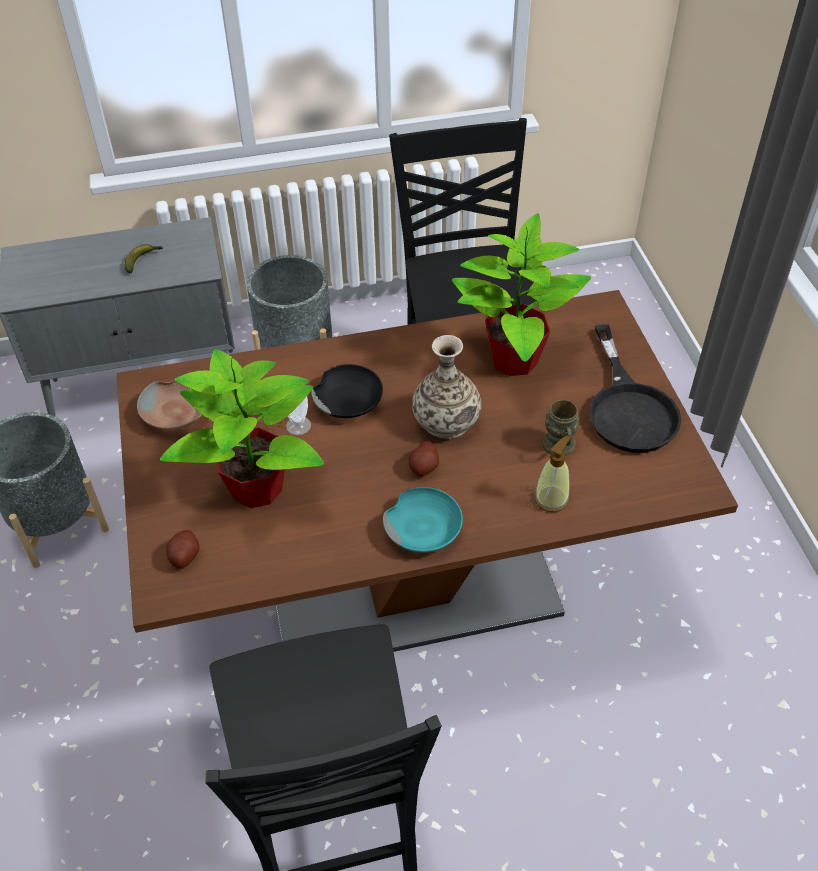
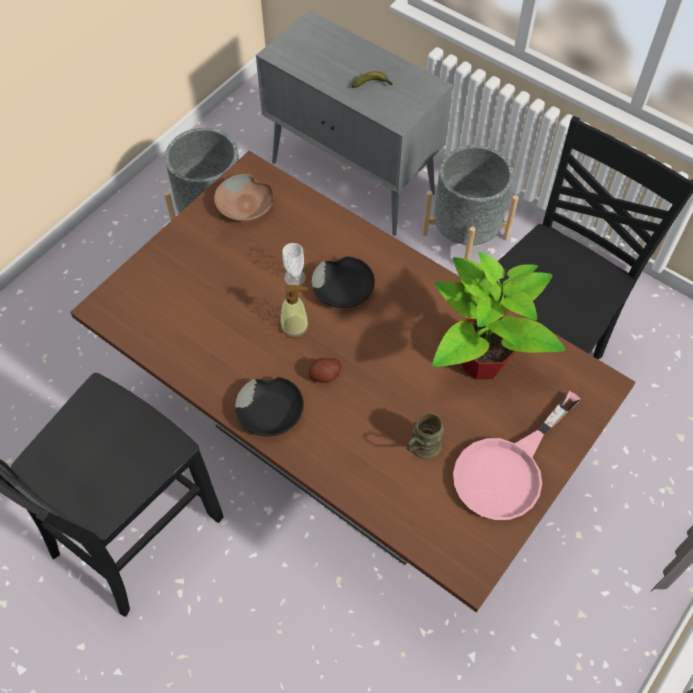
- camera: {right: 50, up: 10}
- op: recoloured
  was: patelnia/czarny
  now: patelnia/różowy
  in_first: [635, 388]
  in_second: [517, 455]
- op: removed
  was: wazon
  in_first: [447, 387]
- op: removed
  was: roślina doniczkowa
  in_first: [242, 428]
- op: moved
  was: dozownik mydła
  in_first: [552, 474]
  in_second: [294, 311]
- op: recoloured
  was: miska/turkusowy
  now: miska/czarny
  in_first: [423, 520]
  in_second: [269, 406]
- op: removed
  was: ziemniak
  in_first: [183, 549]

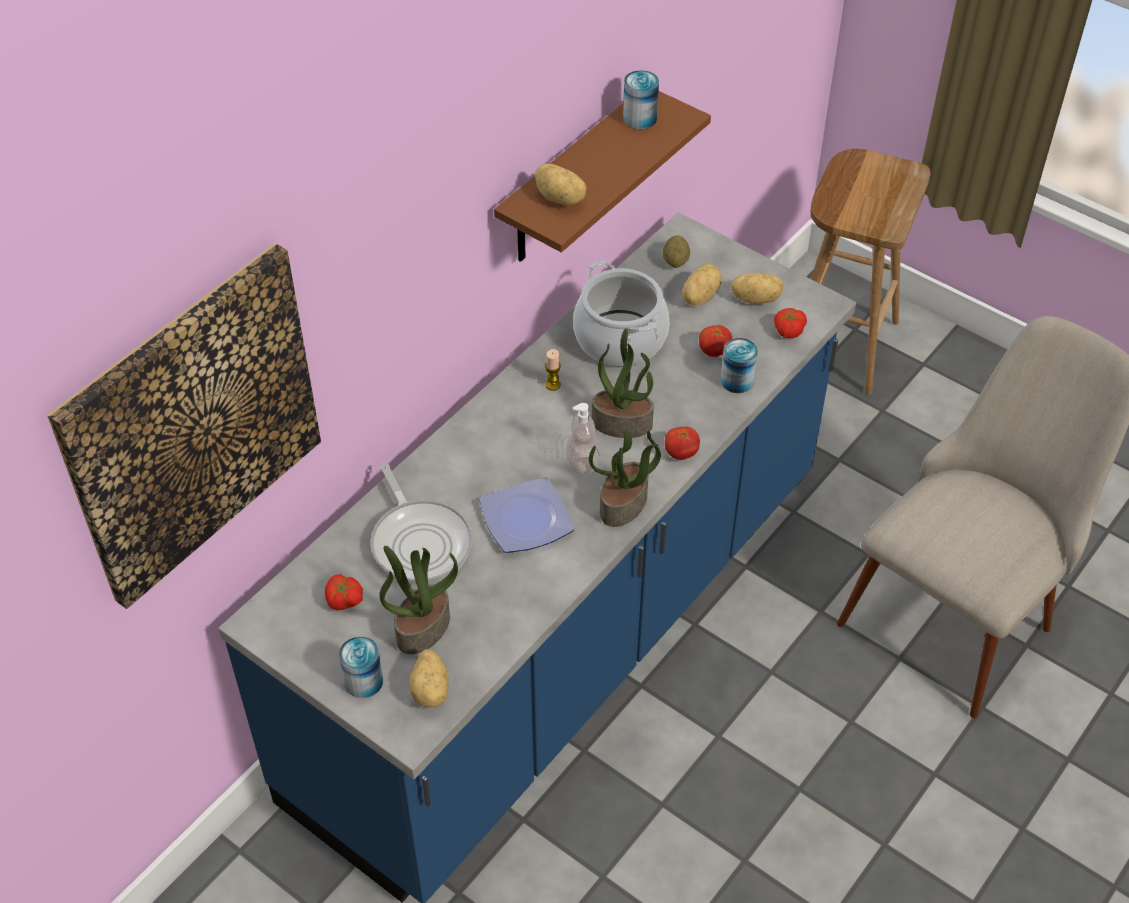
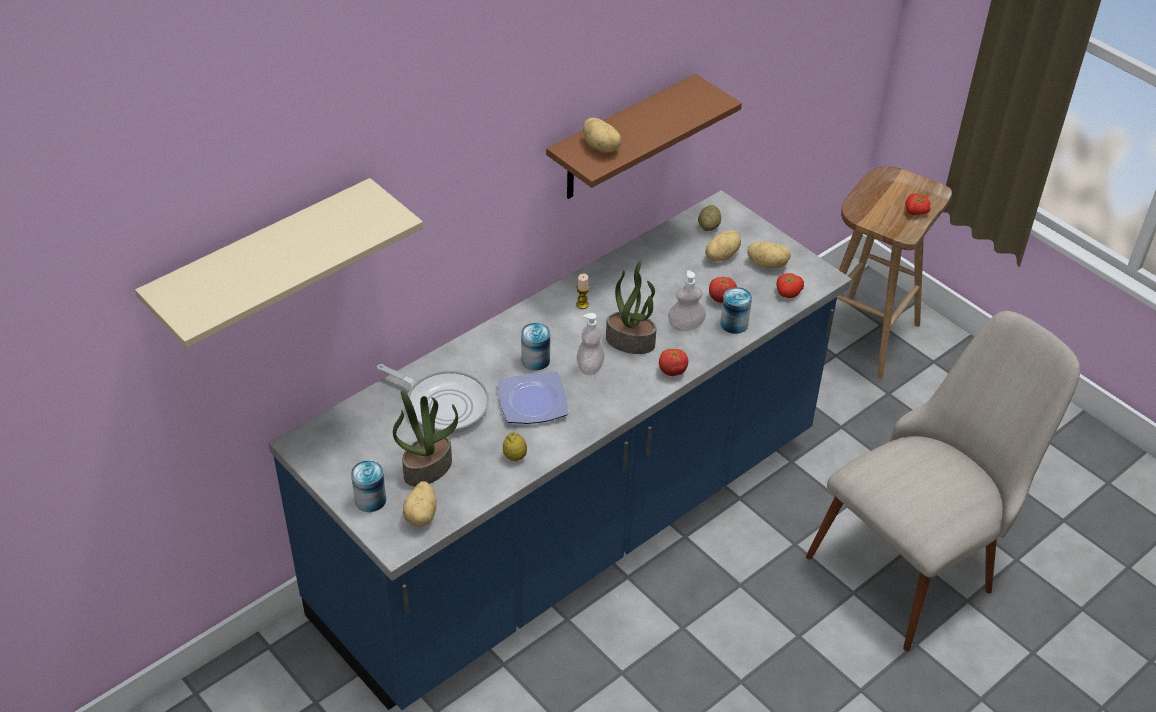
- camera: {right: 10, up: -5}
- op: moved
  was: puszka
  in_first: [641, 99]
  in_second: [535, 347]
- op: replaced
  was: obraz
  now: półka/beżowy
  in_first: [184, 426]
  in_second: [279, 263]
- op: removed
  was: garnek
  in_first: [621, 313]
- op: removed
  was: roślina doniczkowa
  in_first: [625, 478]
- op: turned
  was: patelnia
  in_first: [421, 524]
  in_second: [433, 399]
  clockwise: -45
- op: moved
  was: pomidor
  in_first: [344, 592]
  in_second: [918, 204]
- op: added
  now: dozownik mydła
  in_second: [687, 300]
- op: added
  now: cytryna
  in_second: [515, 446]

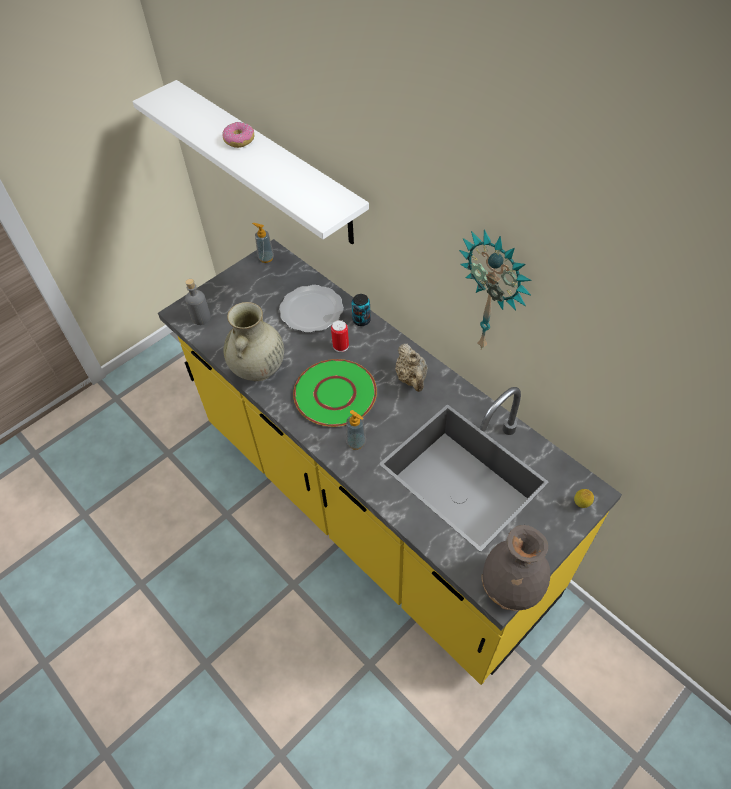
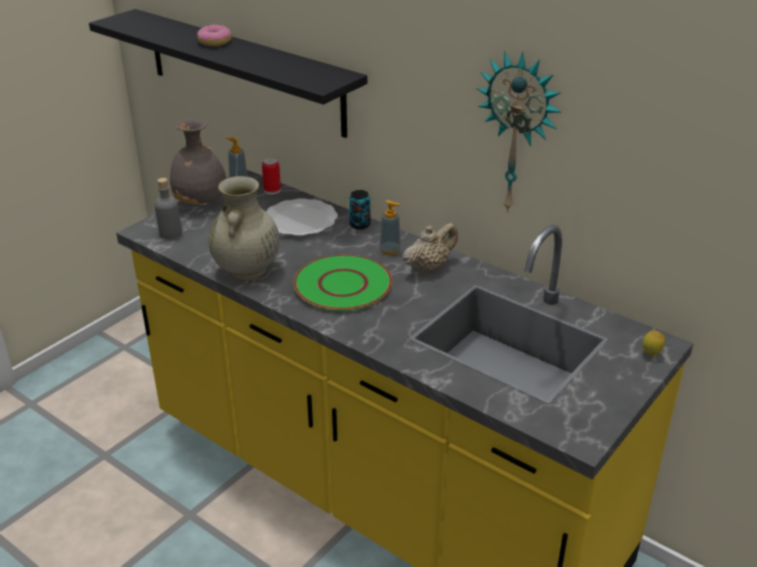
- camera: {right: -10, up: -20}
- op: recoloured
  was: półka/biały
  now: półka/czarny
  in_first: [250, 162]
  in_second: [228, 73]
- op: moved
  was: puszka
  in_first: [340, 336]
  in_second: [271, 176]
- op: turned
  was: imbryk/beżowy
  in_first: [411, 368]
  in_second: [430, 248]
  clockwise: -105
- op: moved
  was: dozownik mydła
  in_first: [356, 430]
  in_second: [390, 227]
- op: moved
  was: wazon/szary
  in_first: [515, 568]
  in_second: [198, 161]

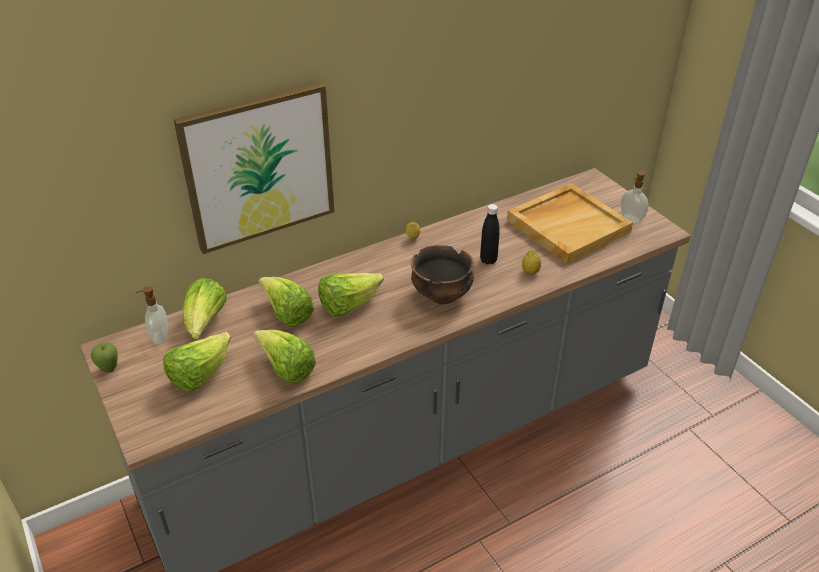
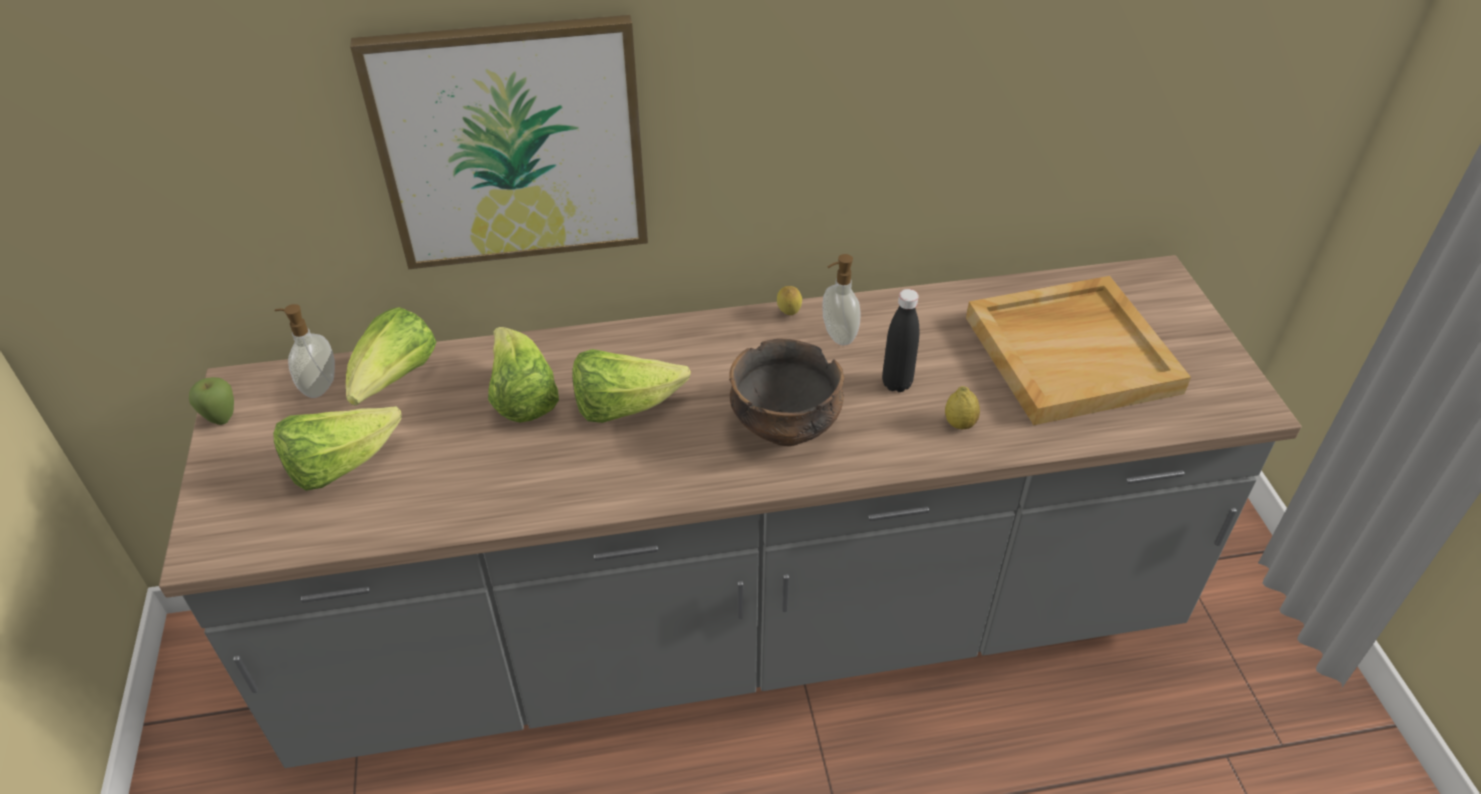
- camera: {right: 20, up: 5}
- op: moved
  was: dozownik mydła
  in_first: [634, 197]
  in_second: [841, 299]
- op: removed
  was: sałata
  in_first: [284, 357]

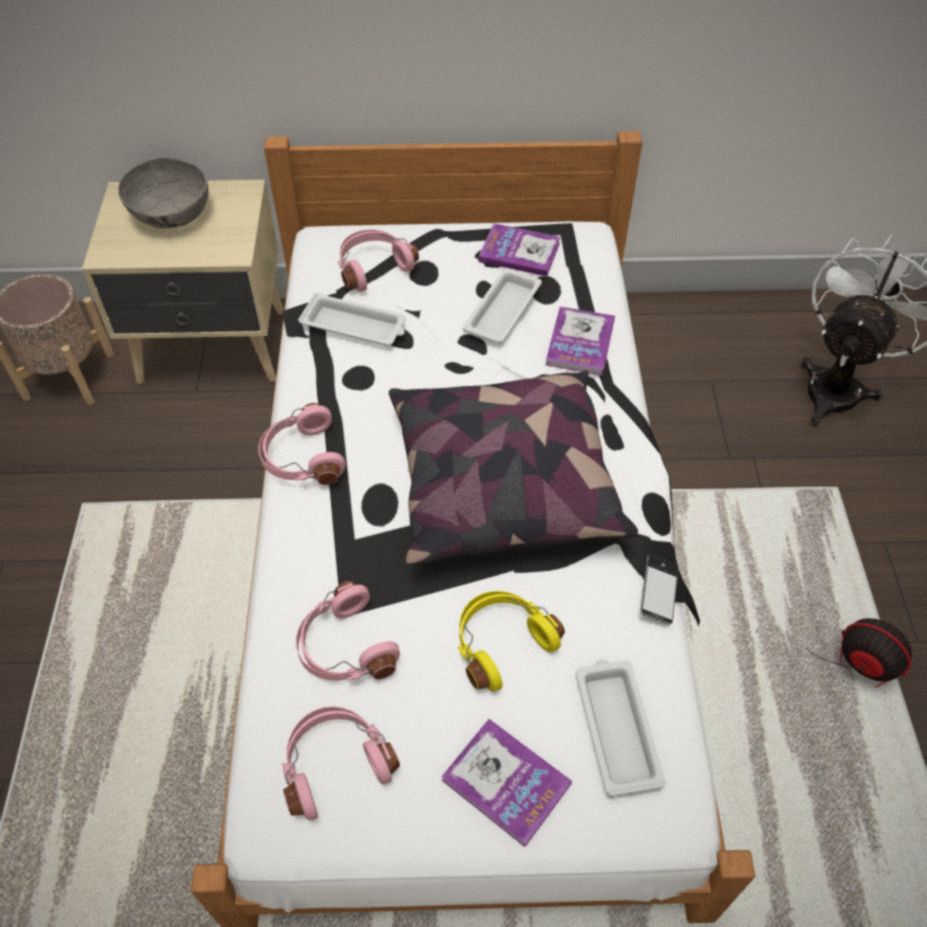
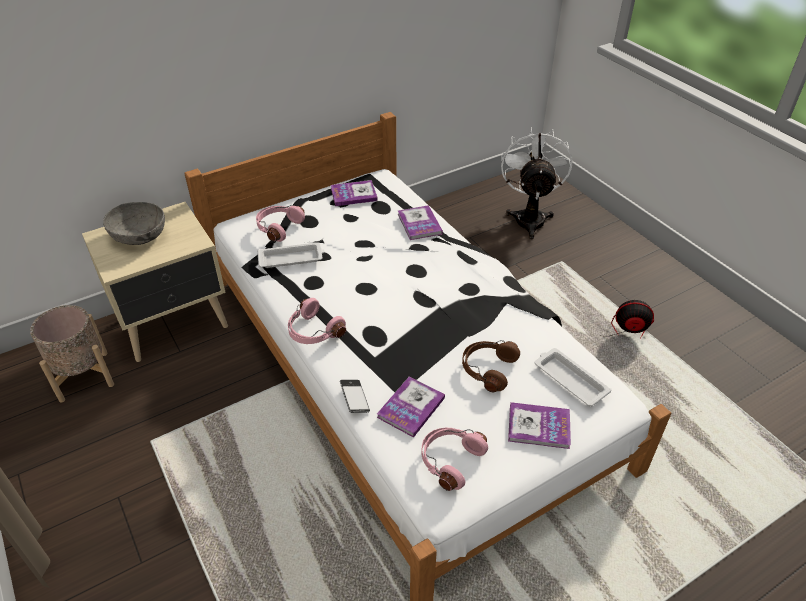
- camera: {right: -30, up: -10}
- op: removed
  was: taca/biały
  in_first: [502, 305]
- op: removed
  was: poduszka
  in_first: [513, 467]
- op: moved
  was: telefon
  in_first: [659, 589]
  in_second: [355, 396]
- op: replaced
  was: słuchawki/różowy
  now: książka
  in_first: [348, 631]
  in_second: [411, 407]
- op: recoloured
  was: słuchawki/żółty
  now: słuchawki/brązowy
  in_first: [511, 641]
  in_second: [491, 366]

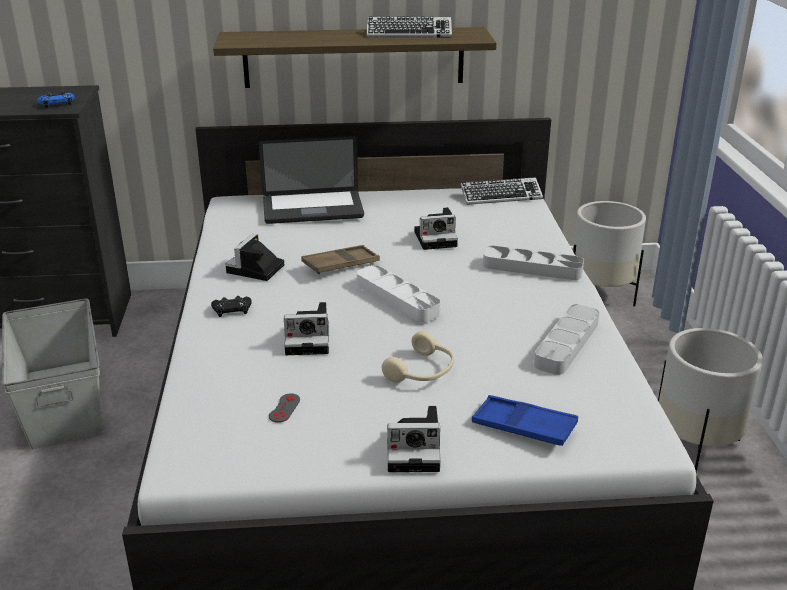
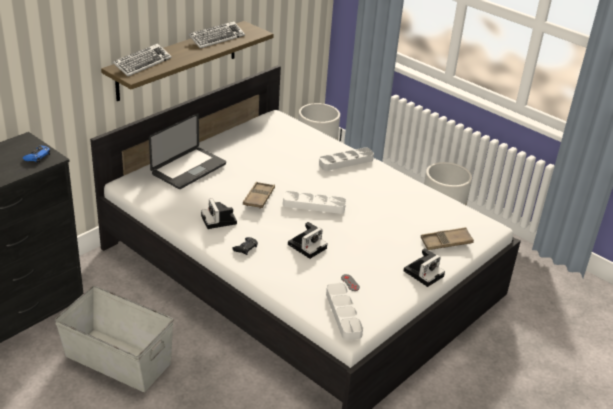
- camera: {right: -45, up: 5}
- op: moved
  was: klawiatura
  in_first: [501, 191]
  in_second: [142, 60]
- op: removed
  was: aparat fotograficzny
  in_first: [436, 228]
- op: moved
  was: taca/szary
  in_first: [566, 339]
  in_second: [344, 311]
- op: removed
  was: słuchawki/beżowy
  in_first: [418, 357]
- op: recoloured
  was: taca/niebieski
  now: taca/brązowy
  in_first: [525, 420]
  in_second: [447, 238]

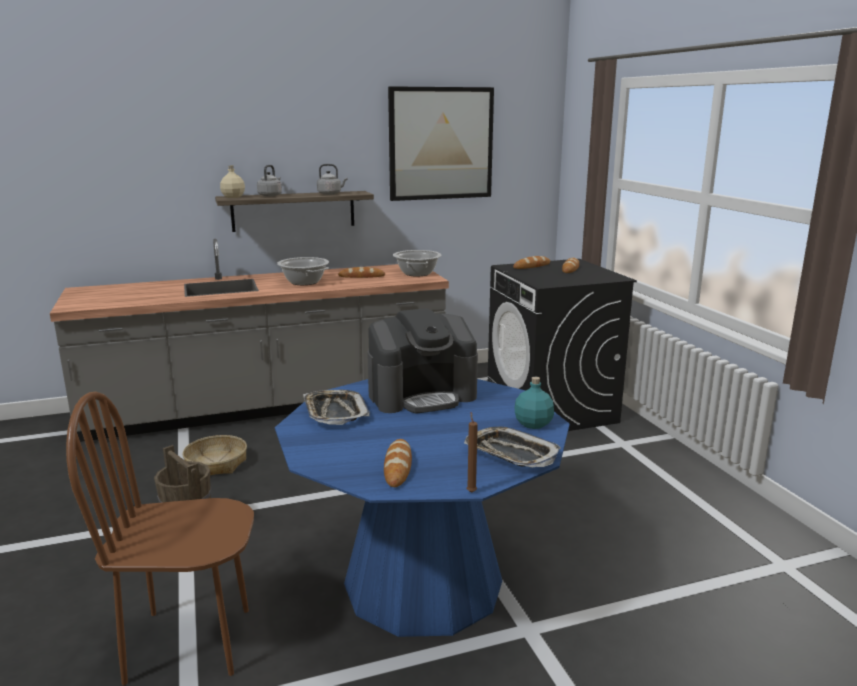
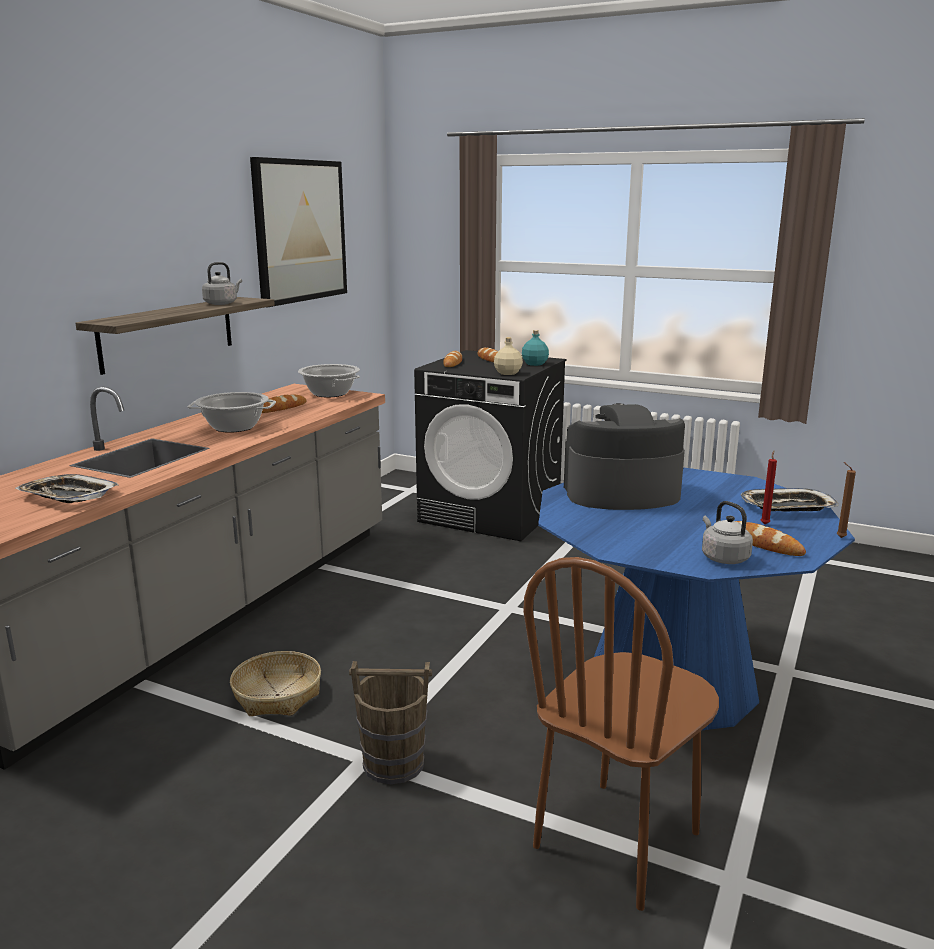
- camera: {right: -45, up: 0}
- op: moved
  was: czajnik/szary
  in_first: [269, 180]
  in_second: [727, 532]
- op: moved
  was: butelka/beżowy
  in_first: [232, 182]
  in_second: [508, 356]
- op: turned
  was: ekspres do kawy
  in_first: [422, 361]
  in_second: [624, 456]
  clockwise: -120
- op: moved
  was: butelka/turkusowy
  in_first: [534, 403]
  in_second: [535, 348]
- op: moved
  was: taca
  in_first: [336, 407]
  in_second: [67, 488]
- op: added
  now: świeca/czerwony
  in_second: [769, 487]

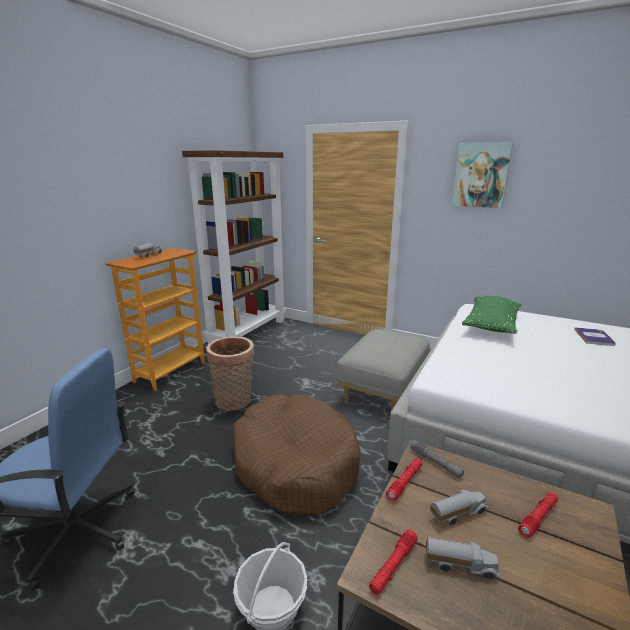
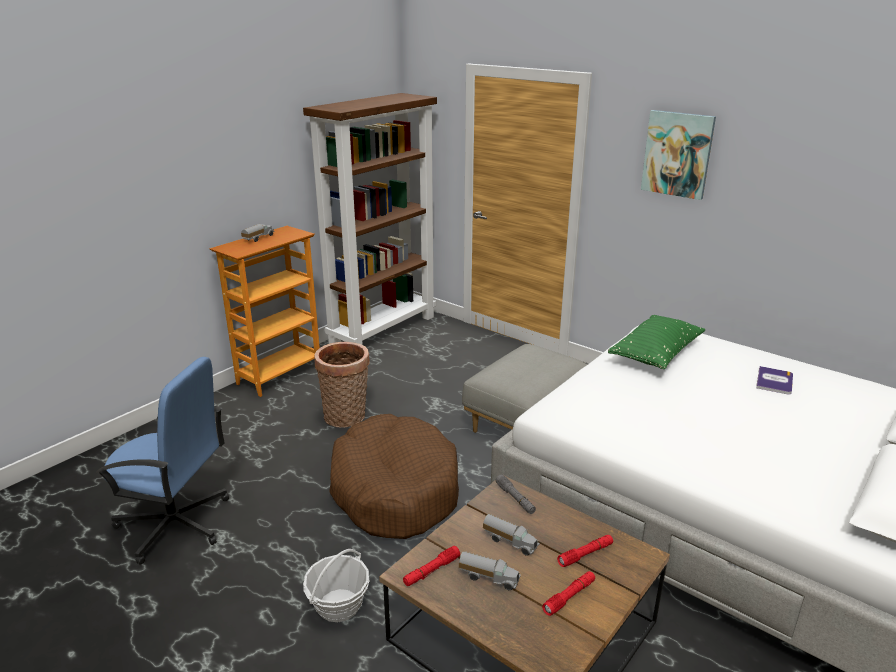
- camera: {right: 10, up: 5}
- op: moved
  was: latarka/czerwony
  in_first: [404, 480]
  in_second: [568, 593]
- op: turned
  was: ciężarówka zabawkowa
  in_first: [459, 507]
  in_second: [511, 535]
  clockwise: 45

